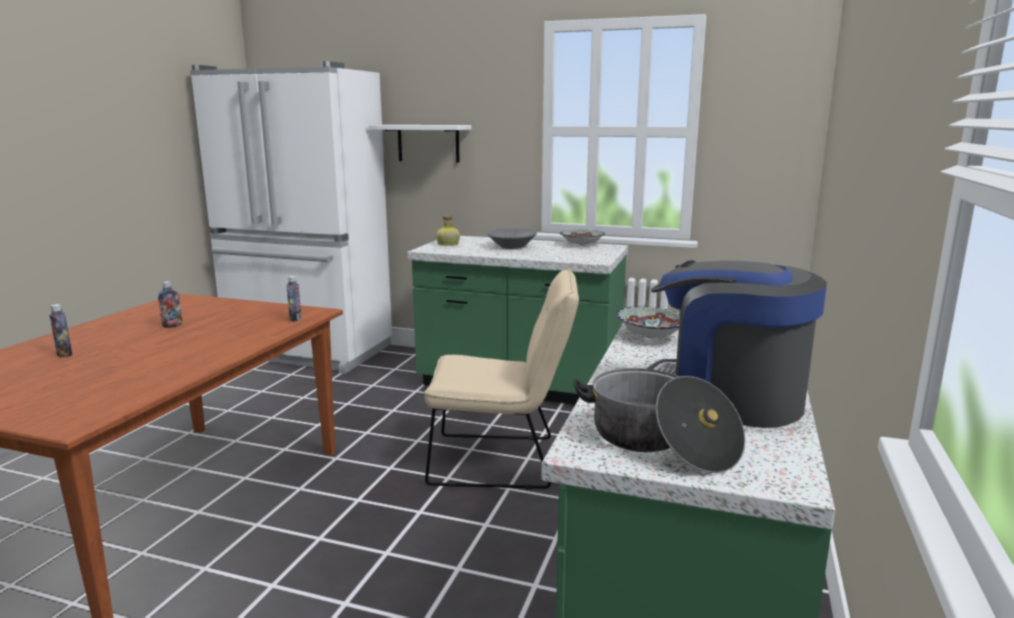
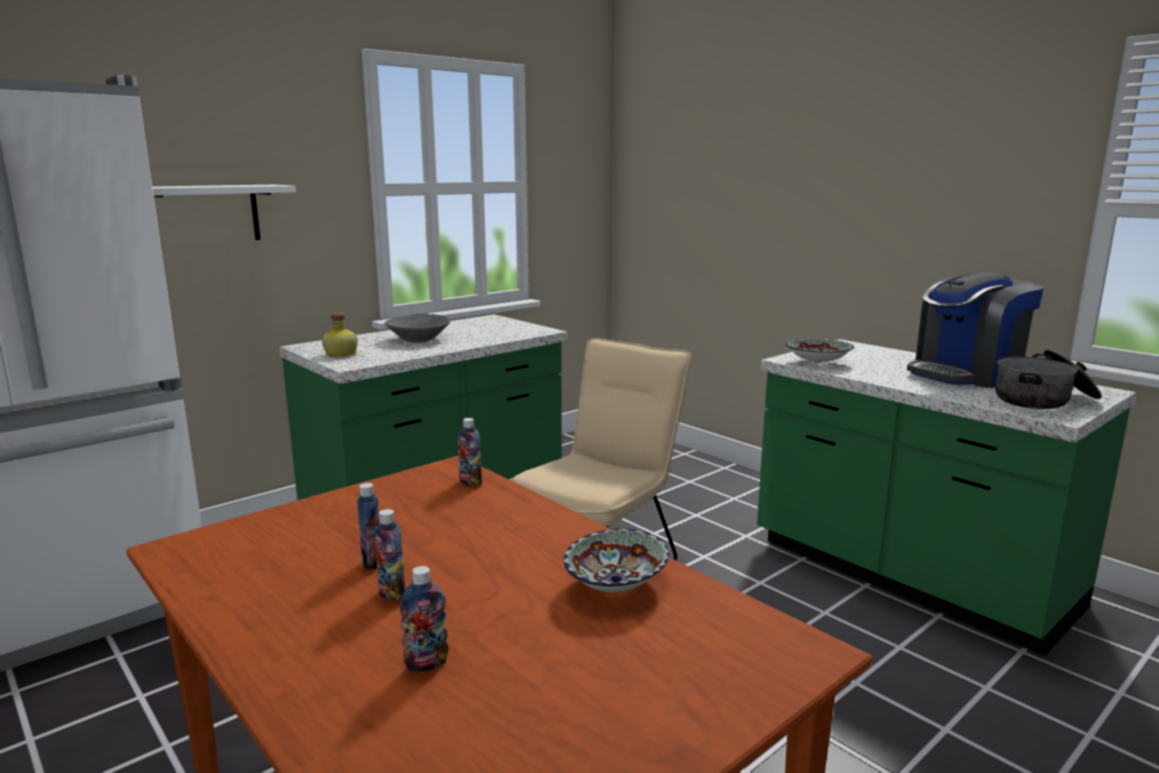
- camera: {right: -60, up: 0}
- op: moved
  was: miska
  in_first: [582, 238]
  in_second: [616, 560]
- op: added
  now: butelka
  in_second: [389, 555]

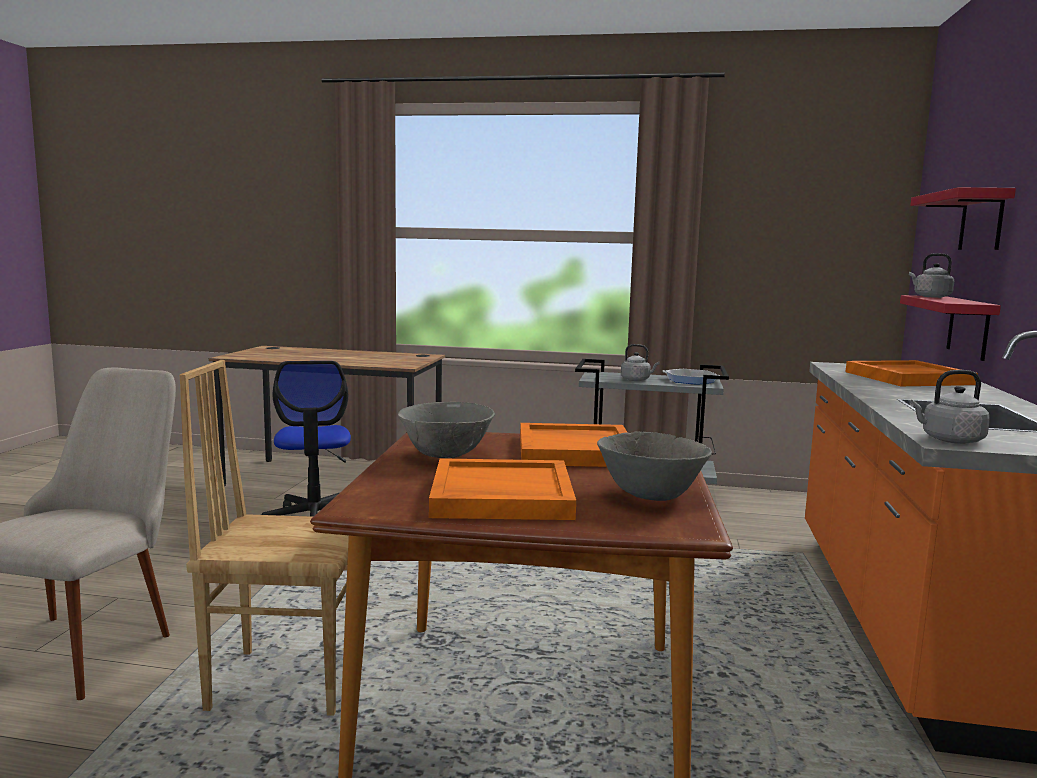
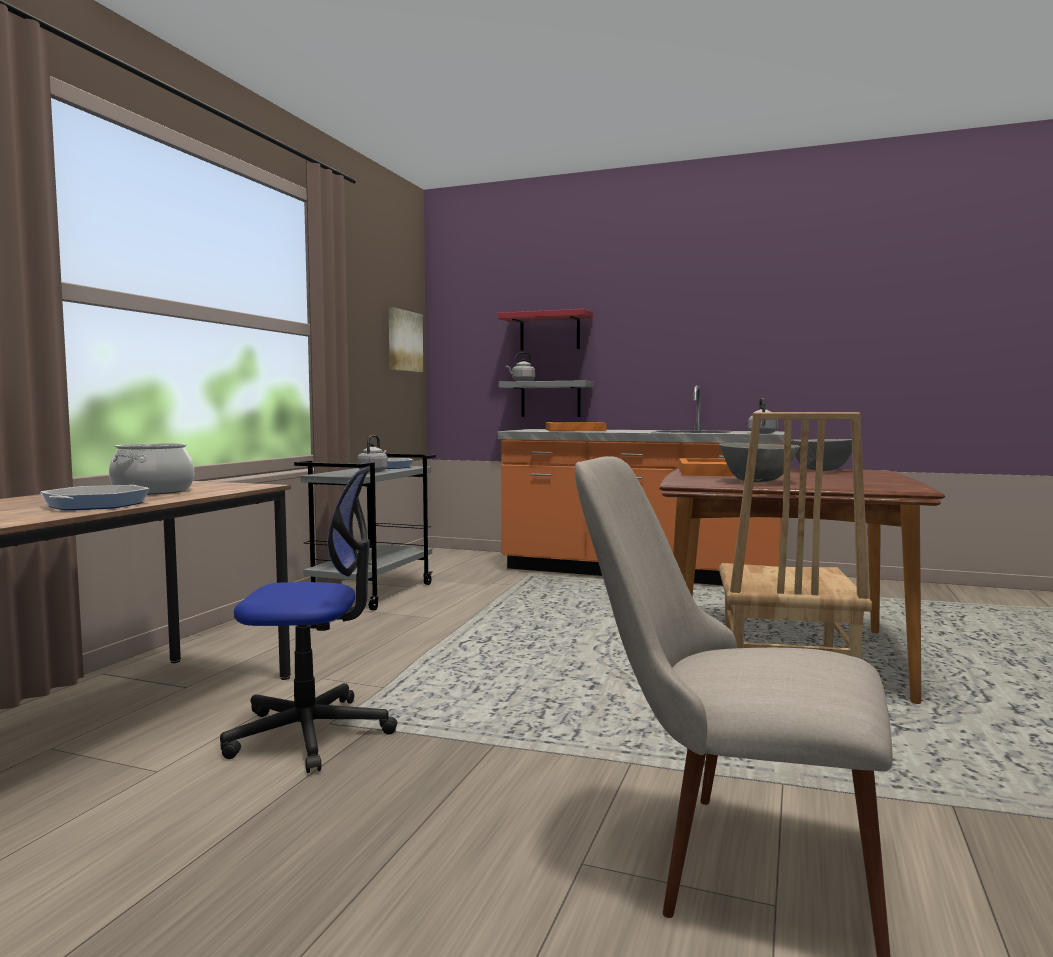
- camera: {right: -80, up: -5}
- op: recoloured
  was: półka/czerwony
  now: półka/szary
  in_first: [950, 328]
  in_second: [546, 398]
- op: removed
  was: taca/pomarańczowy
  in_first: [502, 489]
- op: added
  now: obraz
  in_second: [406, 339]
- op: added
  now: garnek
  in_second: [151, 469]
- op: added
  now: patelnia
  in_second: [95, 497]

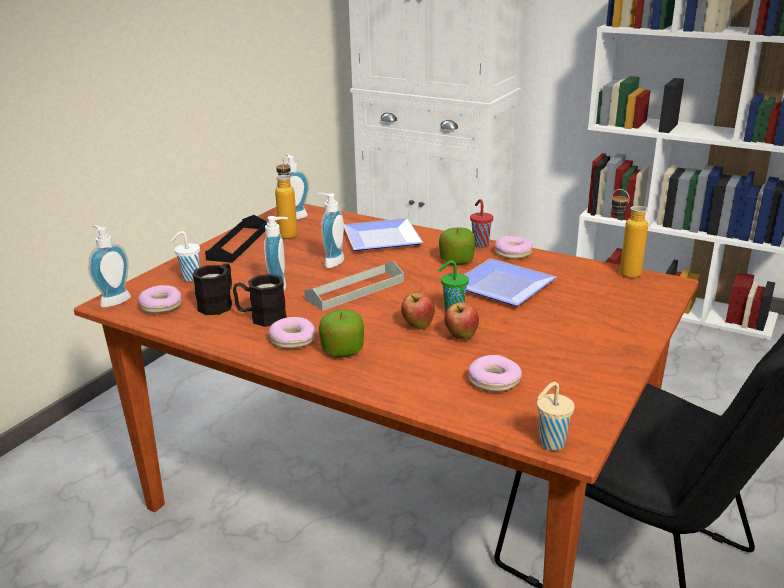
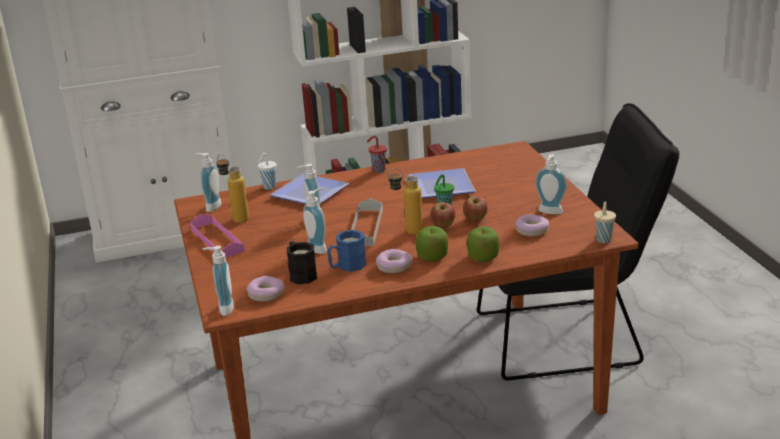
- camera: {right: -45, up: 0}
- op: moved
  was: butelka
  in_first: [629, 233]
  in_second: [405, 201]
- op: recoloured
  was: taca/czarny
  now: taca/różowy
  in_first: [236, 239]
  in_second: [217, 235]
- op: moved
  was: jabłko
  in_first: [457, 246]
  in_second: [483, 244]
- op: moved
  was: filiżanka/biały
  in_first: [185, 256]
  in_second: [267, 171]
- op: removed
  was: donut
  in_first: [514, 247]
- op: recoloured
  was: kubek/czarny
  now: kubek/niebieski
  in_first: [260, 300]
  in_second: [347, 251]
- op: added
  now: dozownik mydła
  in_second: [551, 184]

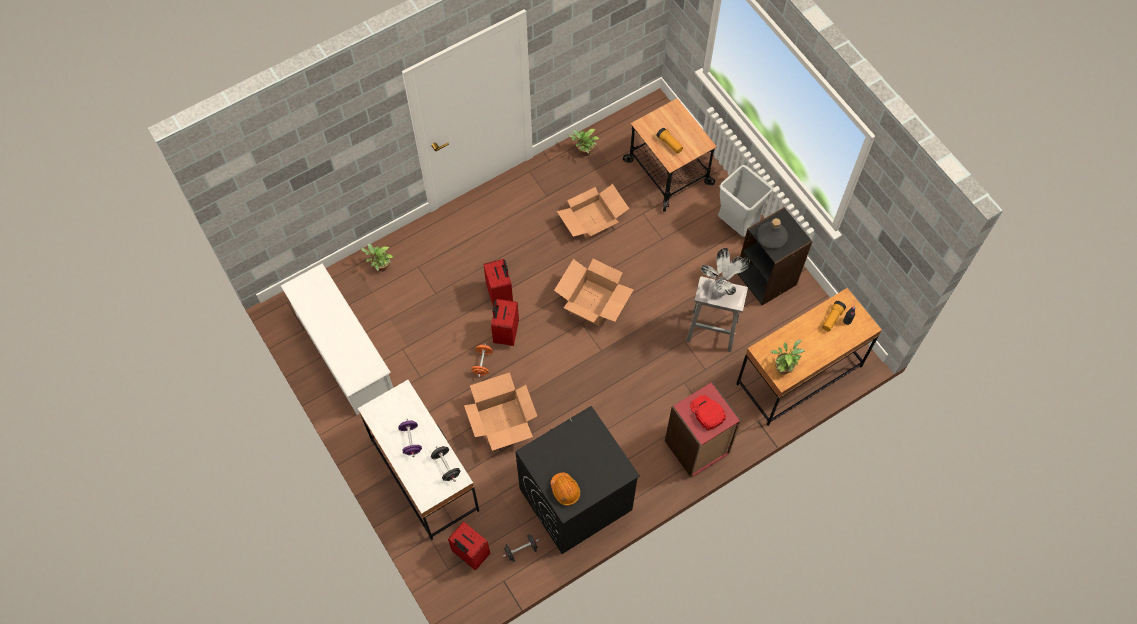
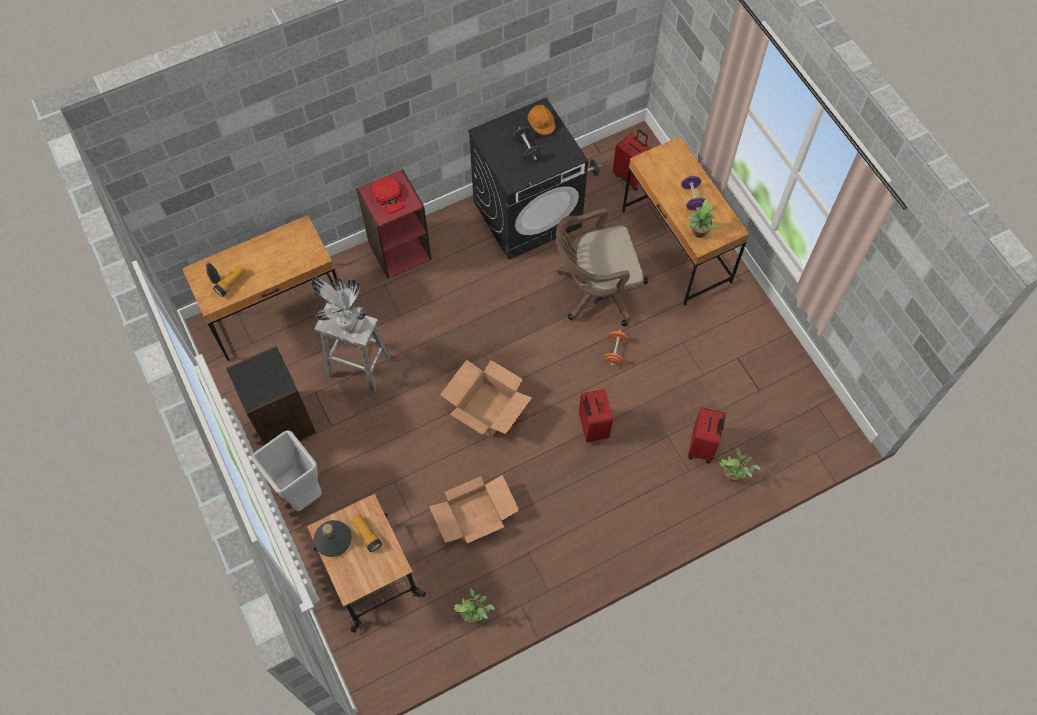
- camera: {right: -175, up: 0}
- op: moved
  was: butelka/szary
  in_first: [772, 233]
  in_second: [333, 538]
- op: removed
  was: regał na buty/biały
  in_first: [337, 339]
- op: moved
  was: walizka/czerwony
  in_first: [505, 322]
  in_second: [707, 435]
- op: moved
  was: roślina doniczkowa
  in_first: [787, 357]
  in_second: [703, 218]
- op: replaced
  was: karton
  now: krzesło biurowe/brązowy
  in_first: [500, 411]
  in_second: [602, 267]
- op: recoloured
  was: biurko/biały
  now: biurko/brązowy
  in_first: [418, 460]
  in_second: [685, 221]
- op: moved
  was: hantel/czarny
  in_first: [445, 464]
  in_second: [527, 144]

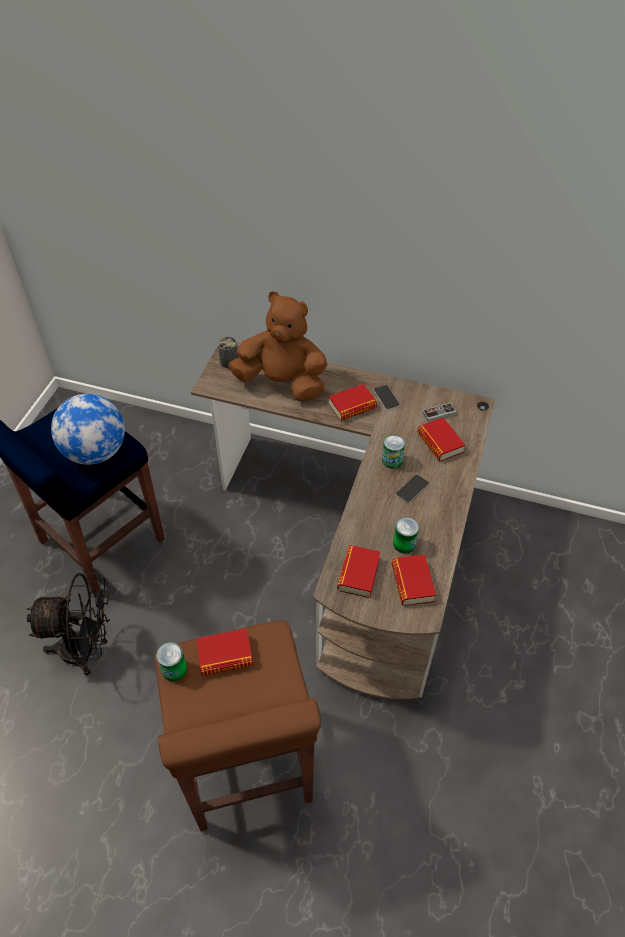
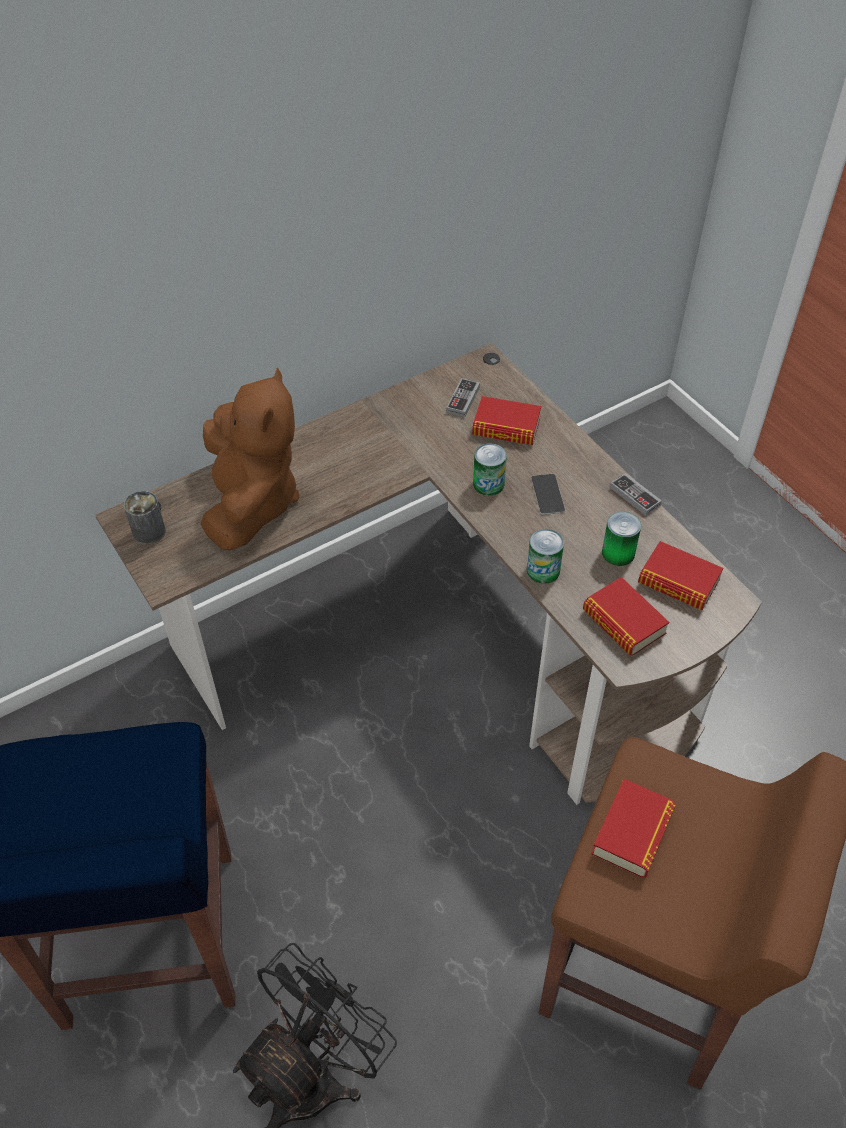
- camera: {right: -50, up: 0}
- op: turned
  was: pluszak/brązowy
  in_first: [277, 346]
  in_second: [250, 459]
  clockwise: 120
- op: removed
  was: książka
  in_first: [352, 402]
- op: removed
  was: telefon
  in_first: [386, 397]
- op: removed
  was: globus
  in_first: [88, 429]
- op: moved
  was: puszka
  in_first: [171, 661]
  in_second: [545, 556]
- op: added
  now: pad do gier
  in_second: [636, 494]

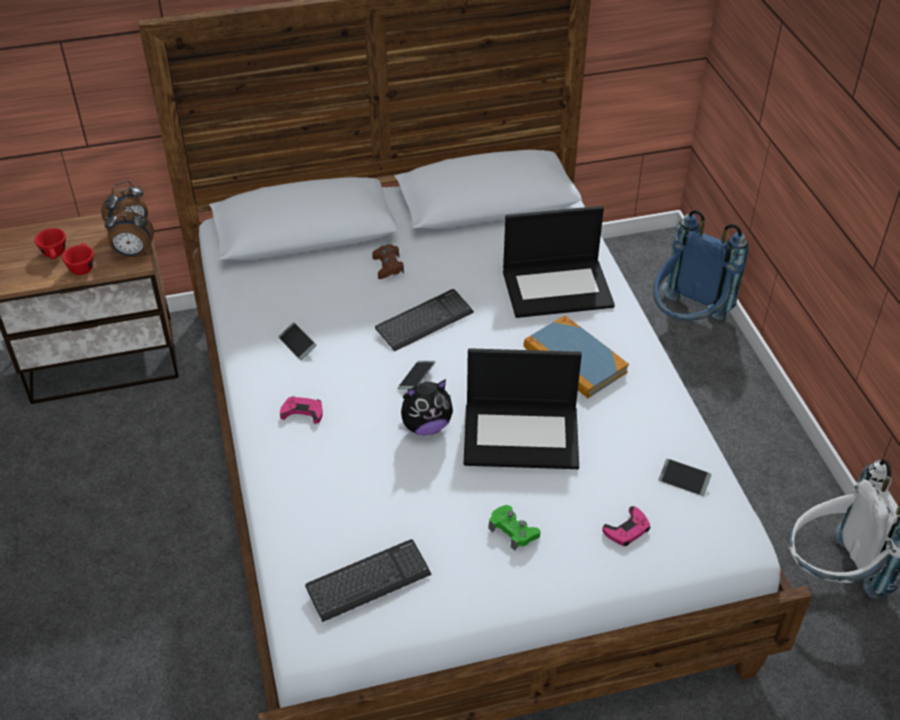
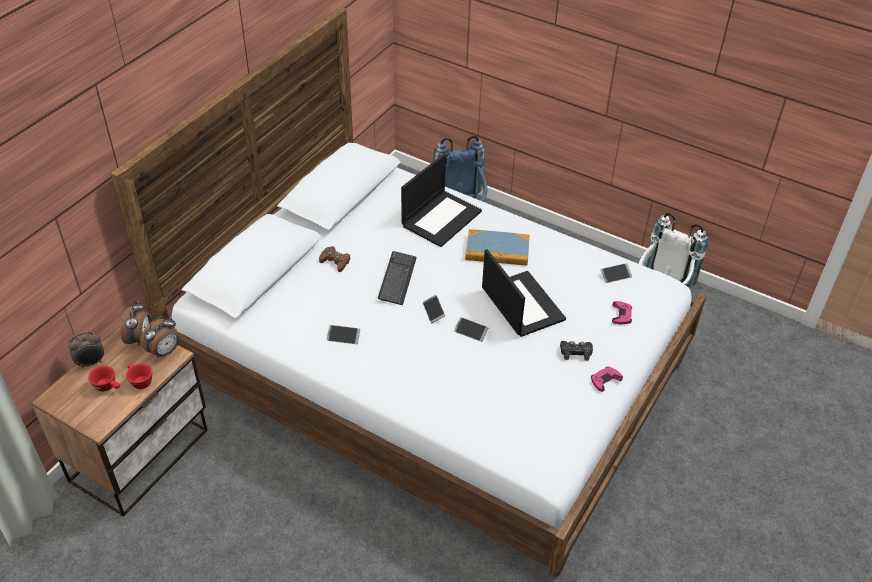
- camera: {right: -45, up: 0}
- op: turned
  was: laptop
  in_first: [523, 408]
  in_second: [524, 293]
  clockwise: -75
- op: replaced
  was: pluszak
  now: telefon
  in_first: [427, 407]
  in_second: [471, 329]
- op: moved
  was: pad do gier/różowy
  in_first: [301, 410]
  in_second: [607, 379]
- op: recoloured
  was: pad do gier/zielony
  now: pad do gier/czarny
  in_first: [514, 527]
  in_second: [576, 351]
- op: removed
  was: klawiatura
  in_first: [368, 580]
- op: added
  now: budzik
  in_second: [86, 350]

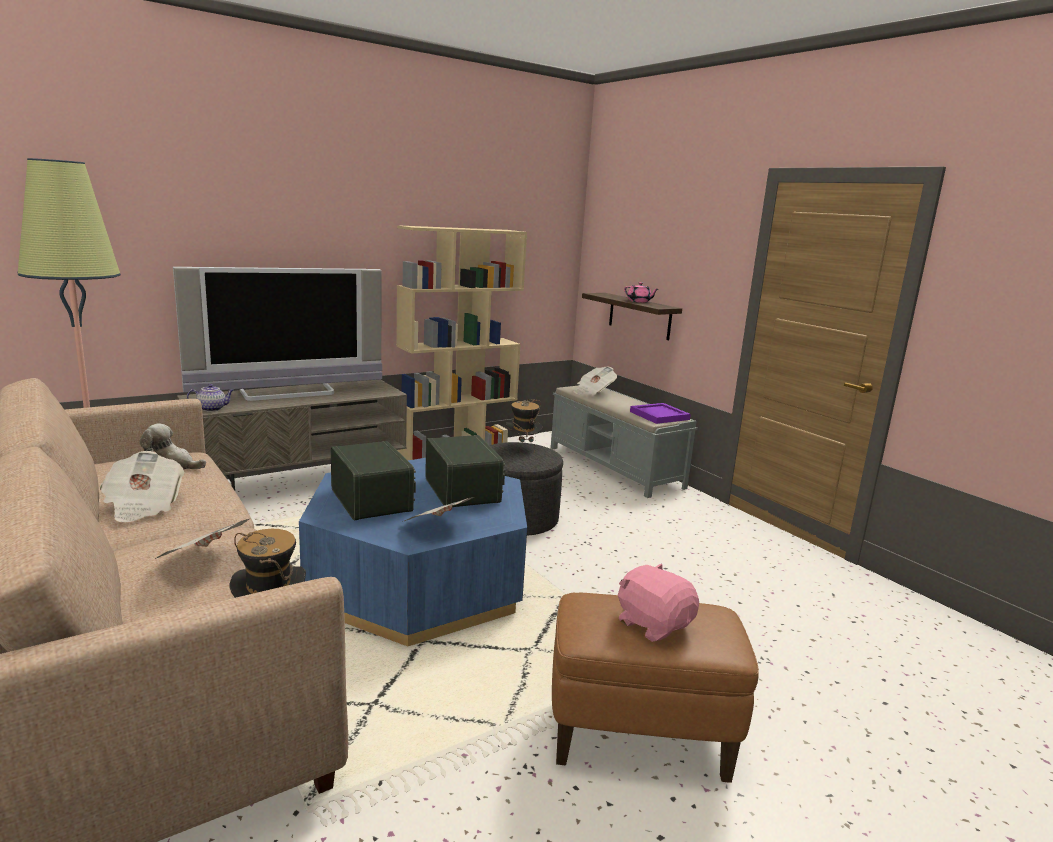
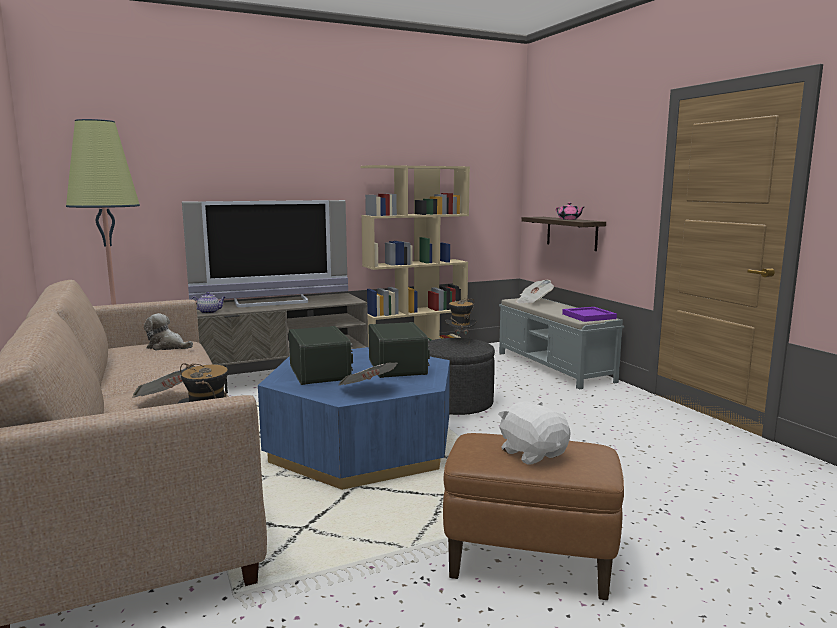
- camera: {right: 10, up: -5}
- op: removed
  was: gazeta
  in_first: [142, 487]
- op: recoloured
  was: pluszak/różowy
  now: pluszak/biały
  in_first: [658, 602]
  in_second: [534, 433]

